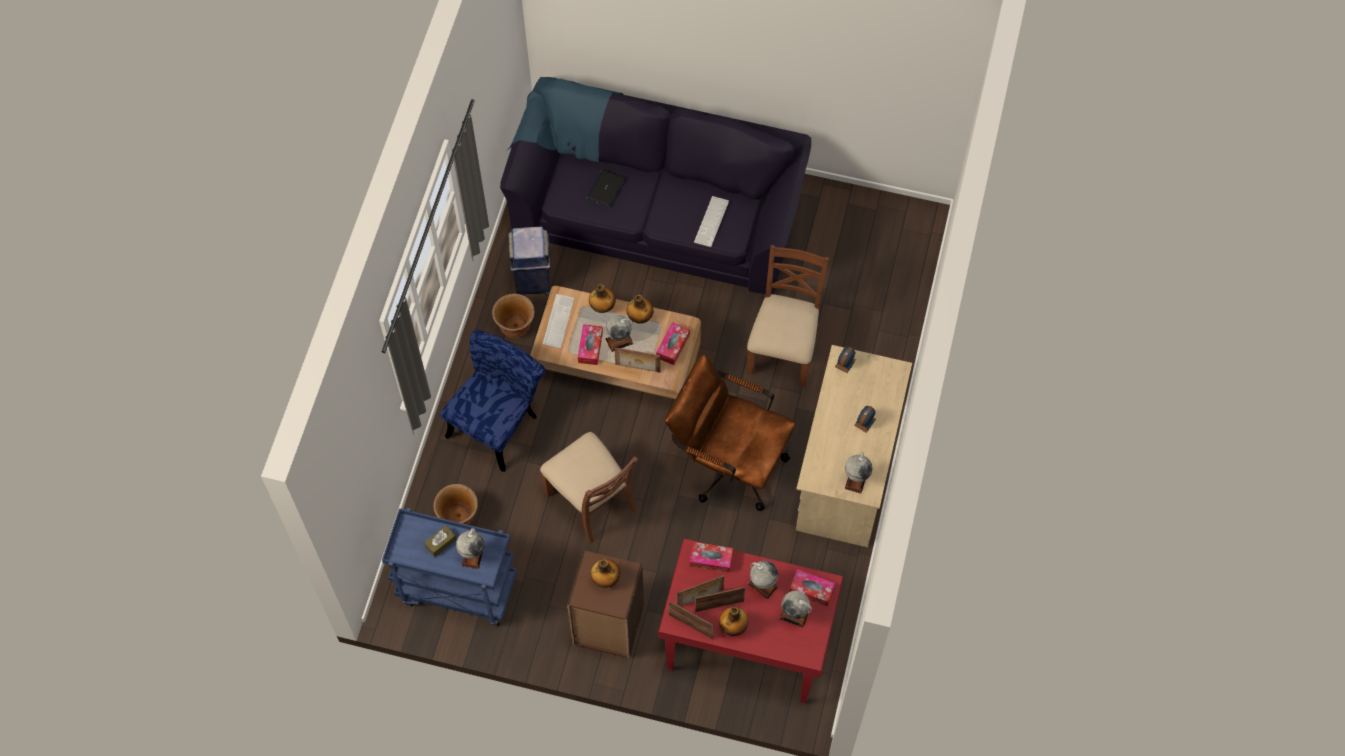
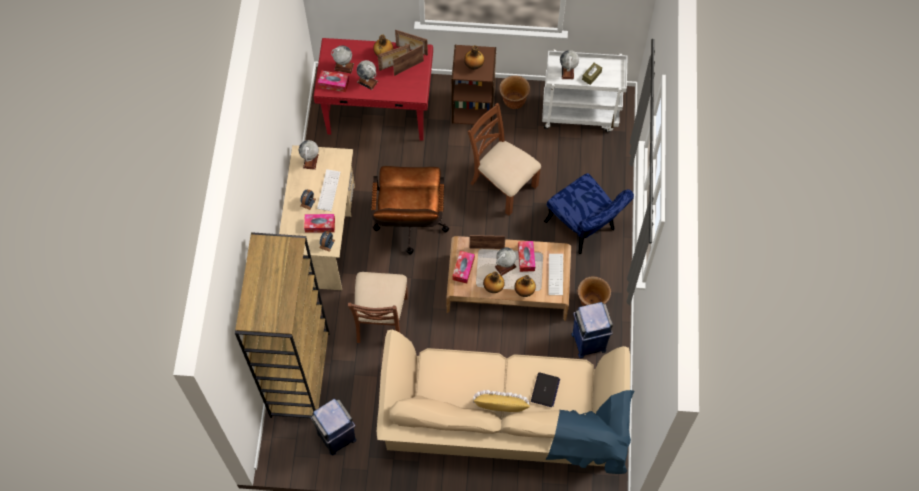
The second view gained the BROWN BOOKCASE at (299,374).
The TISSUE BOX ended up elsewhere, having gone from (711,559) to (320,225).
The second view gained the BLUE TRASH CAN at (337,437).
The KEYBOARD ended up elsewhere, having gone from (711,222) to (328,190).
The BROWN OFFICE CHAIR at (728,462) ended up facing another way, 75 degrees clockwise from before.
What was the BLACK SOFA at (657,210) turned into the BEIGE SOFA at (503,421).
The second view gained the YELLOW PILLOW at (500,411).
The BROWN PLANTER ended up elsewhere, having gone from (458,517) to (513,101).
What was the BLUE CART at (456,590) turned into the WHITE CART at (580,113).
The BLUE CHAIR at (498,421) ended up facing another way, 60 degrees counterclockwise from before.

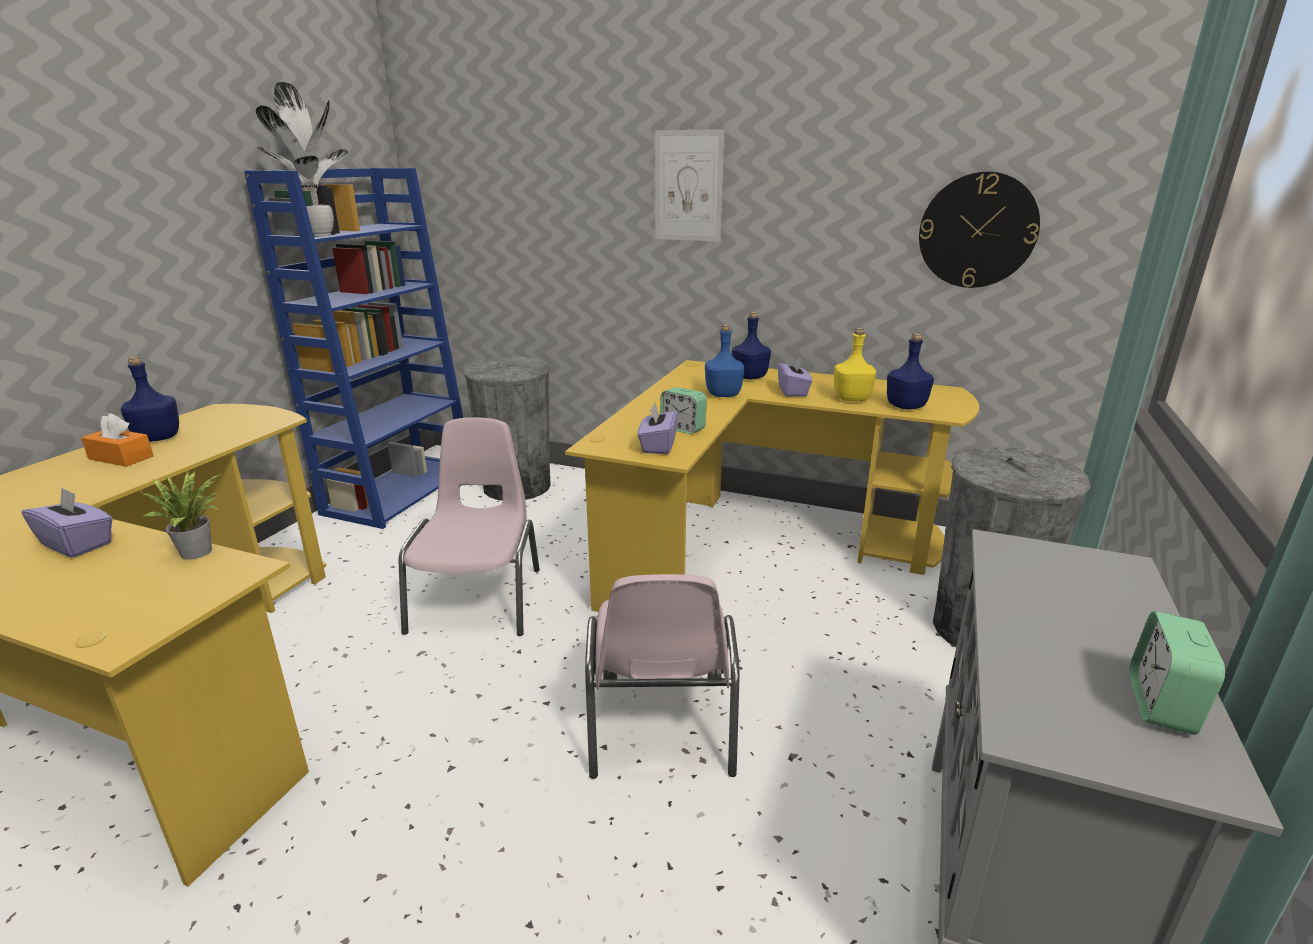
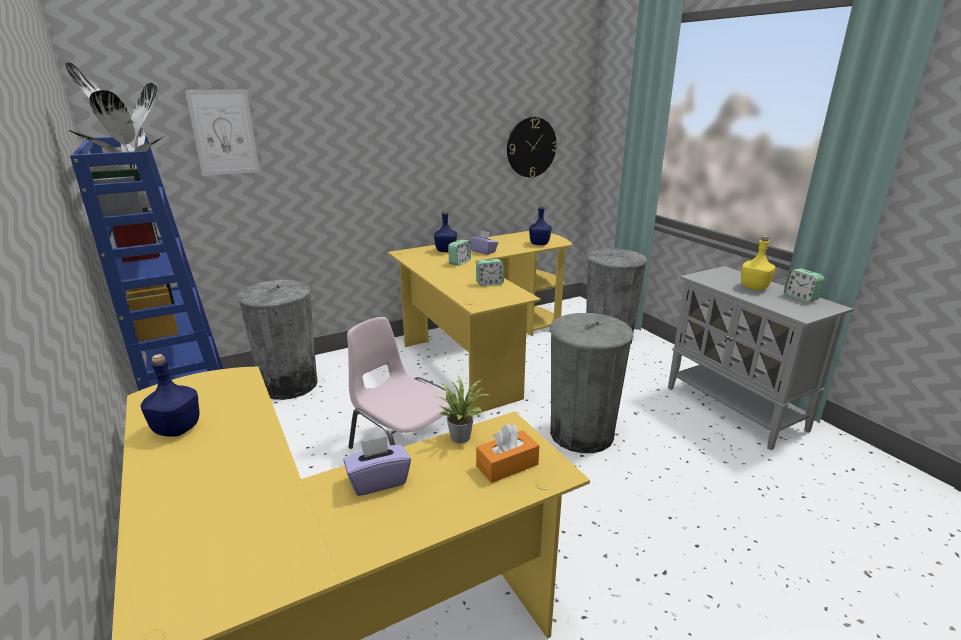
The PICTURE ended up elsewhere, having gone from (688,186) to (224,133).
Where the BLUE BOTTLE stood at (724,394), the ALARM CLOCK came to stand at (459,262).
The ORANGE TISSUE BOX ended up elsewhere, having gone from (121,457) to (507,465).
Where the PINK CHAIR stood at (660,722), the GREY TRASH CAN came to stand at (581,433).
The YELLOW BOTTLE ended up elsewhere, having gone from (852,398) to (754,287).
The second view lost the PURPLE TISSUE BOX at (658,446).

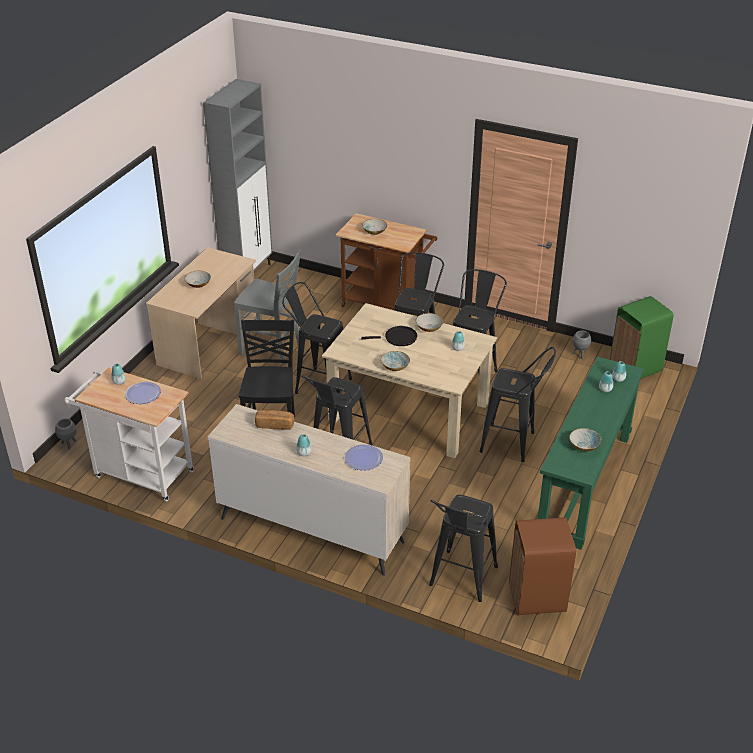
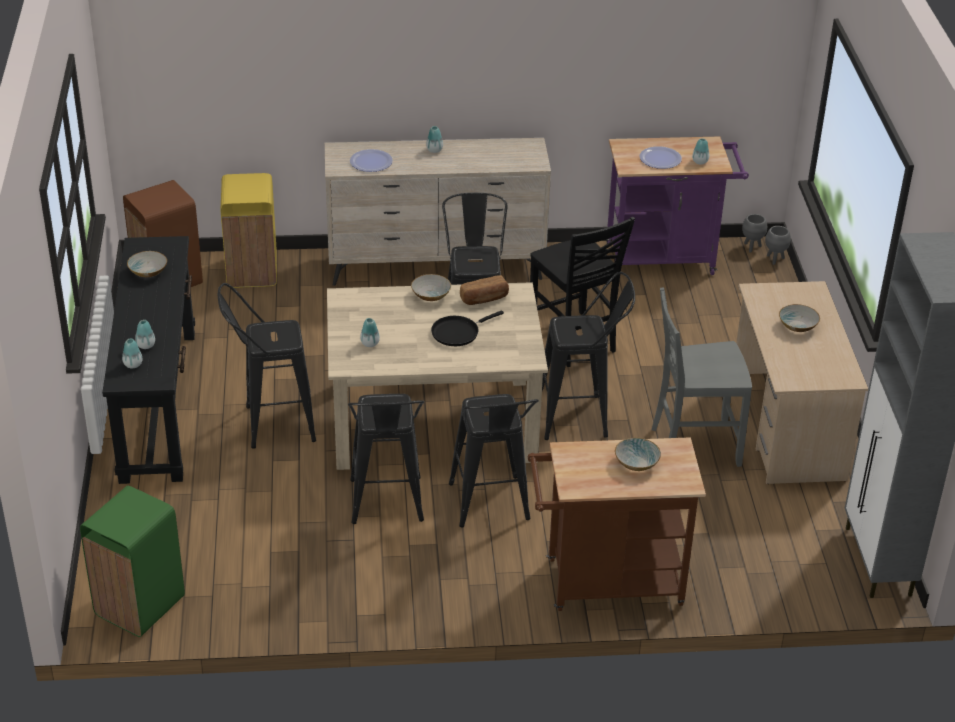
What was the GREEN CONSOLE TABLE at (584,484) turned into the BLACK CONSOLE TABLE at (159,404).
Where the BLACK STOOL stood at (460,581), the YELLOW TRASH CAN came to stand at (253,271).
The BREAD ended up elsewhere, having gone from (275,424) to (484,299).
What was the WHITE CART at (139,473) turned into the PURPLE CART at (667,259).
The GREY PLANTER ended up elsewhere, having gone from (579,355) to (752,247).
The second view lost the BOWL at (428,328).

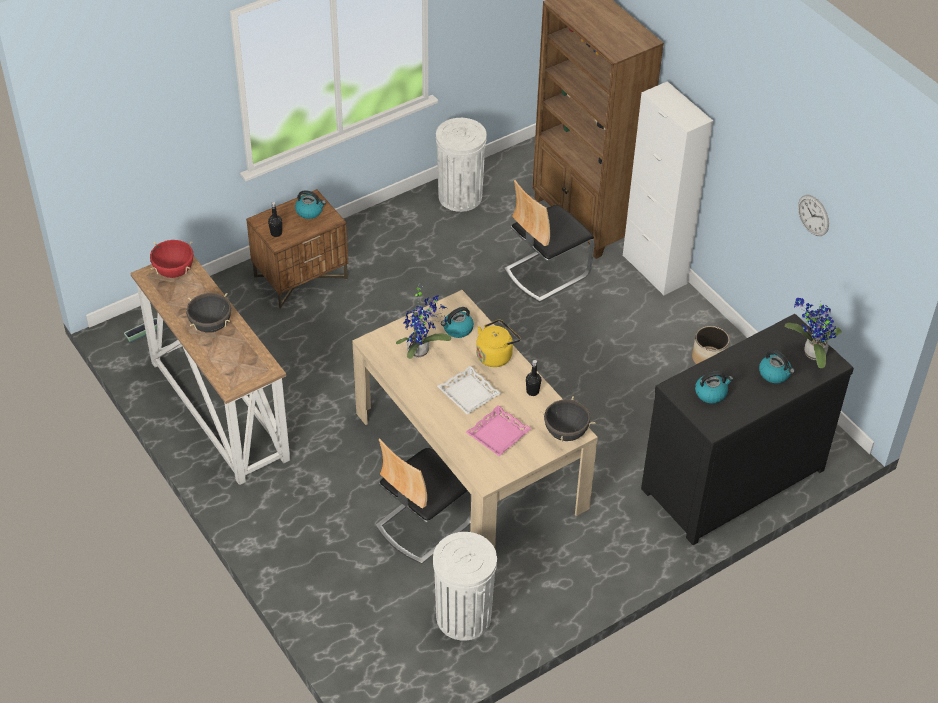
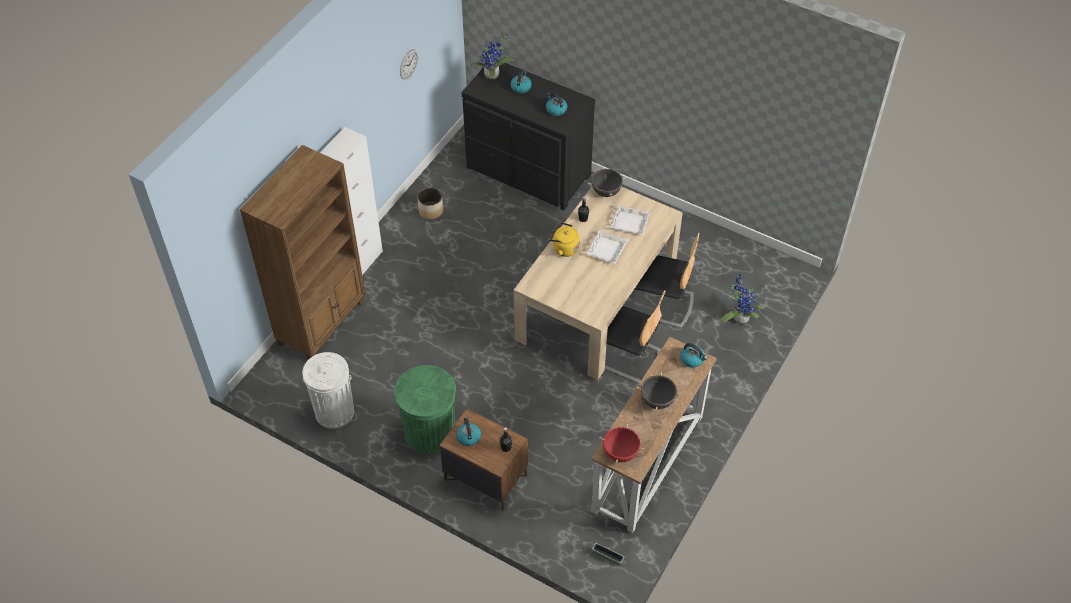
The second view gained the GREEN TRASH CAN at (429,432).
The CHAIR ended up elsewhere, having gone from (546,272) to (627,357).
What was the PINK TRAY at (498,434) turned into the WHITE TRAY at (629,223).
The KETTLE ended up elsewhere, having gone from (457,329) to (692,359).
The POTTED PLANT ended up elsewhere, having gone from (421,350) to (739,317).
The second view lost the WHITE TRASH CAN at (463,617).

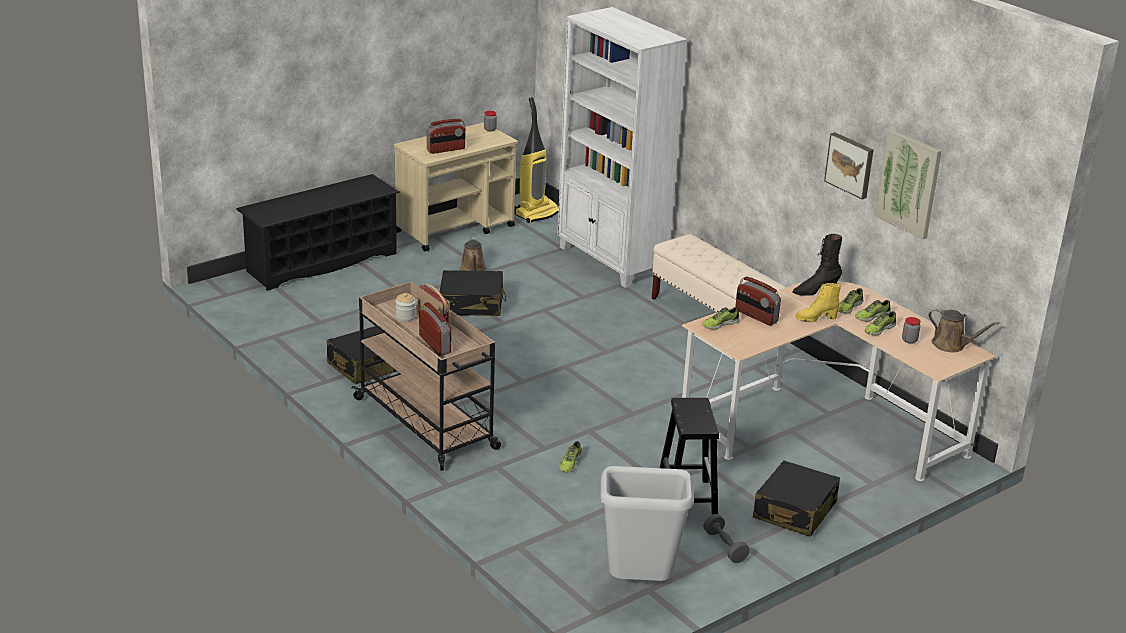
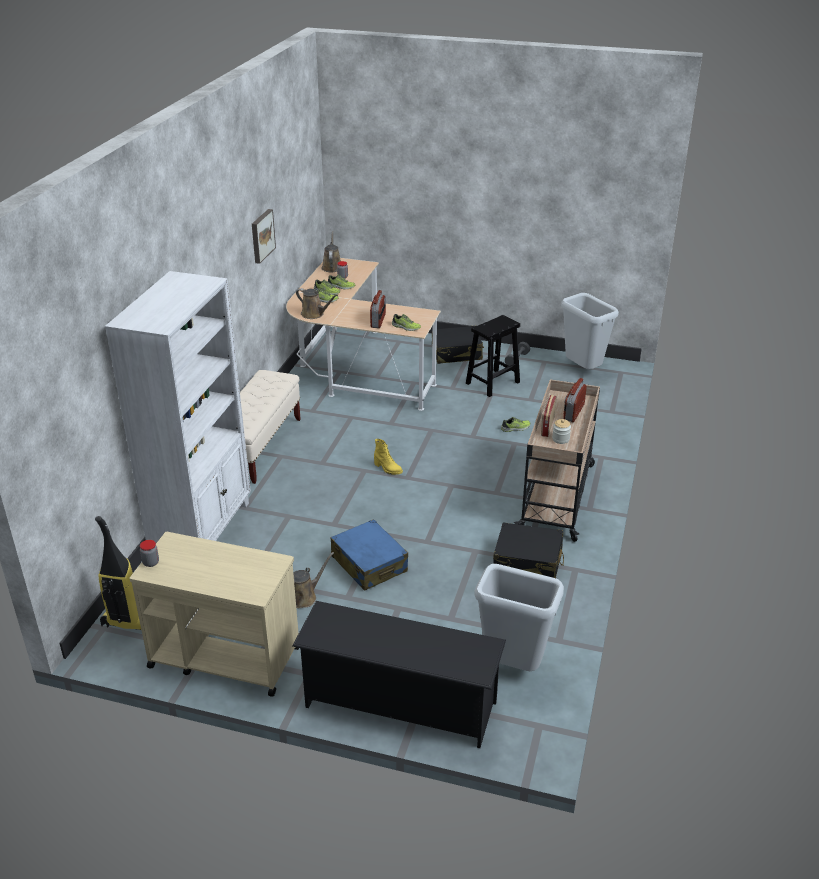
Where the BLACK BOOT stood at (815,290), the BROWN WATERING CAN came to stand at (314,314).
What was the BLACK SUITCASE at (471,304) turned into the BLUE SUITCASE at (369,564).
The YELLOW BOOT ended up elsewhere, having gone from (815,318) to (387,469).
The second view gained the GREY TRASH CAN at (512,668).
The second view lost the RADIO at (446,150).
The second view lost the PICTURE at (909,183).

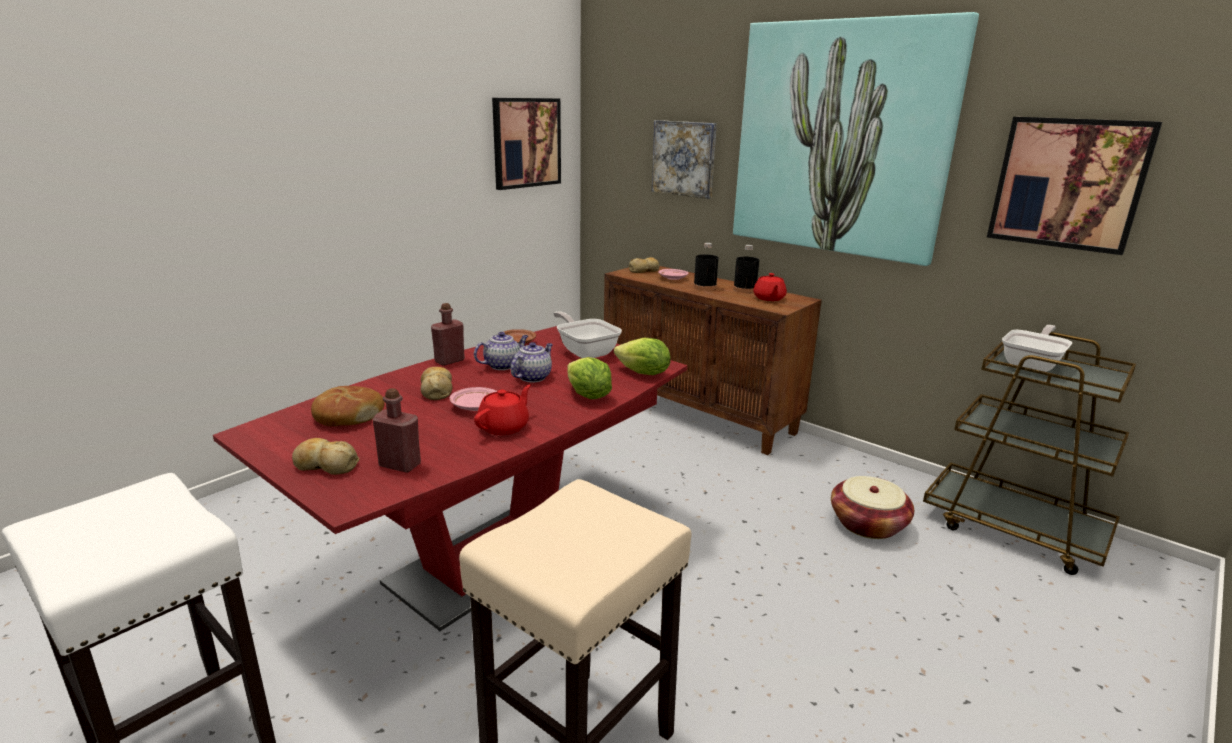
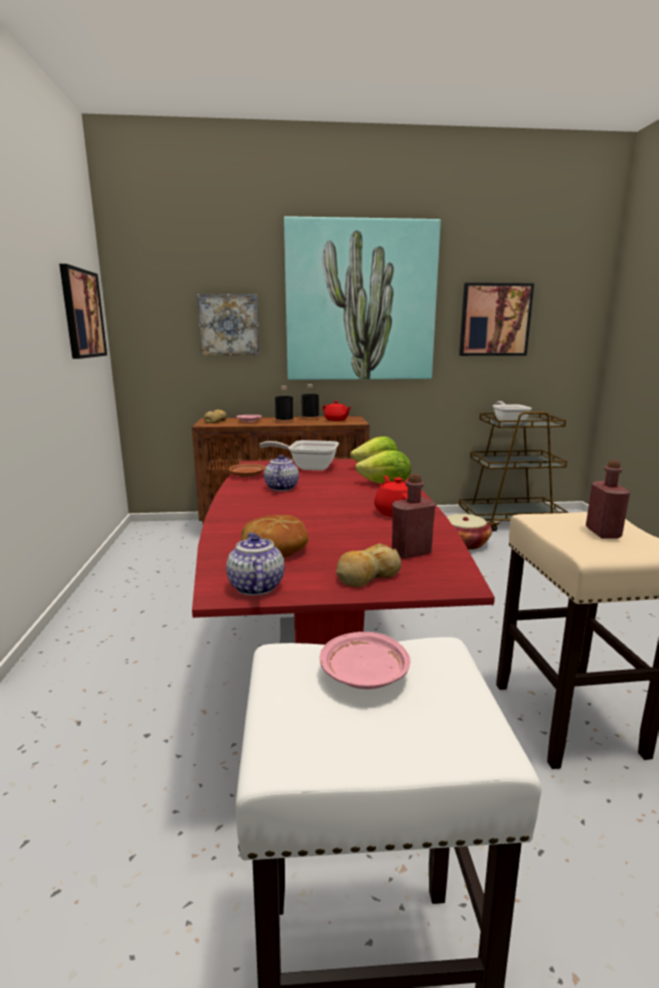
The TEAPOT ended up elsewhere, having gone from (533,377) to (255,586).
The PINK PLATE ended up elsewhere, having gone from (475,406) to (364,674).
The RED BOTTLE ended up elsewhere, having gone from (449,361) to (603,533).
The second view lost the BREAD at (436,390).

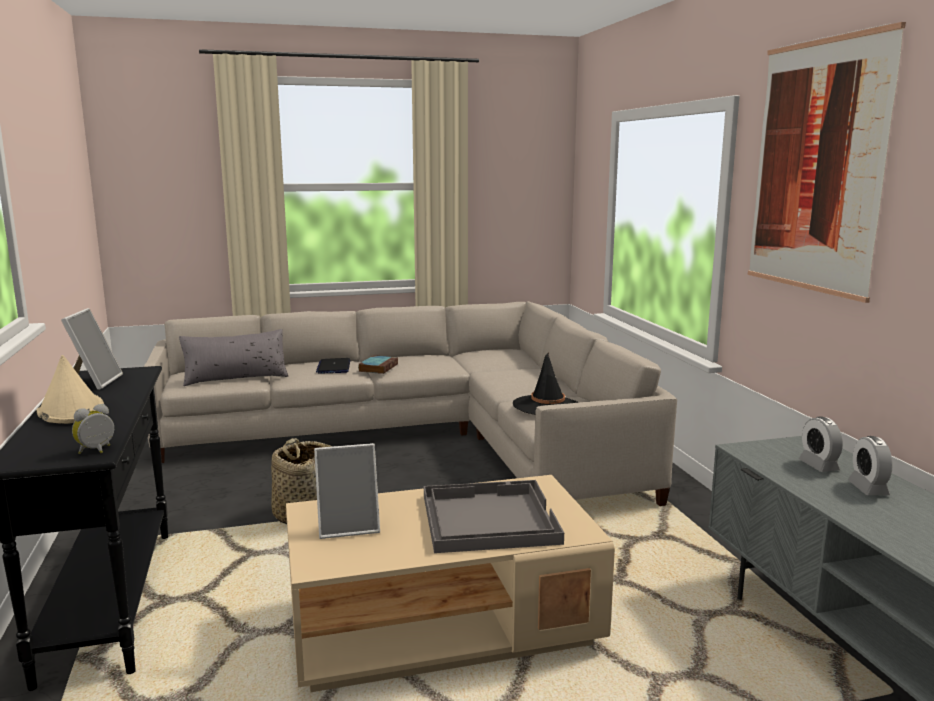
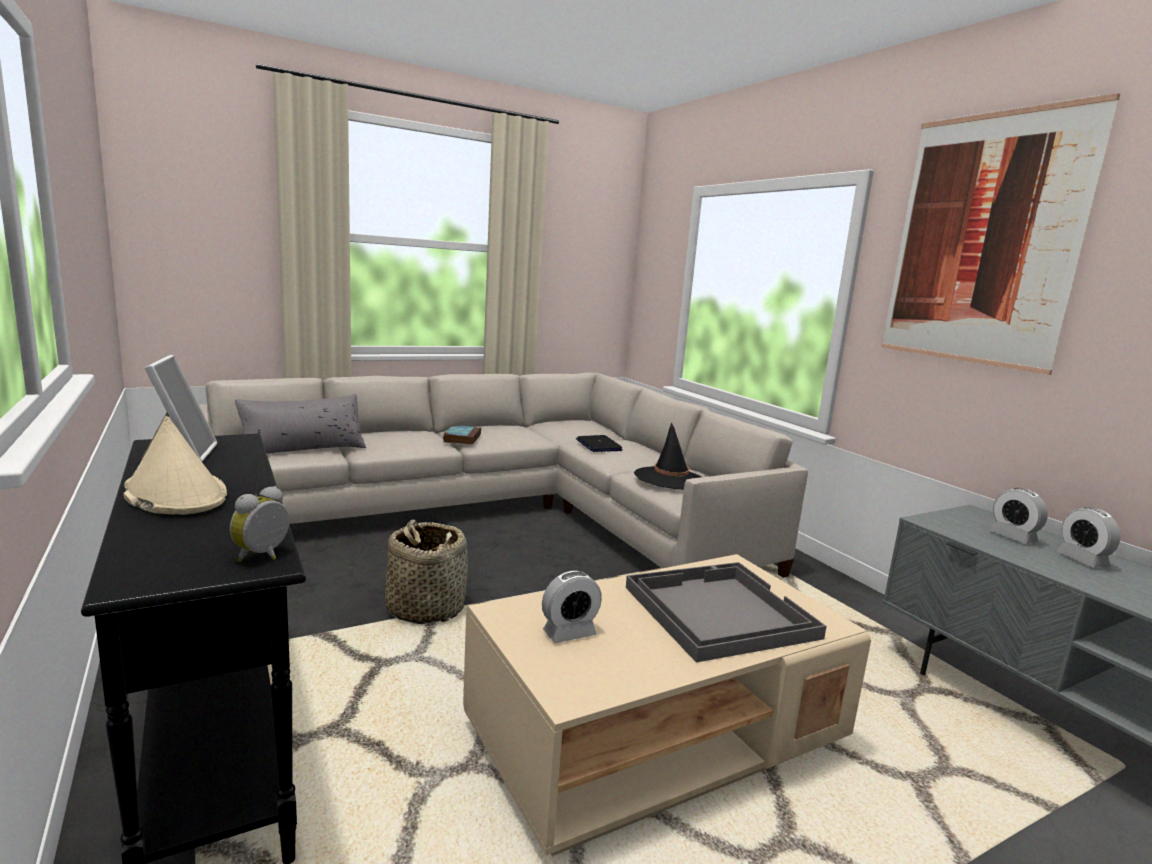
Where the PICTURE FRAME stood at (349,526), the ALARM CLOCK came to stand at (569,633).
The LAPTOP ended up elsewhere, having gone from (333,367) to (598,445).

